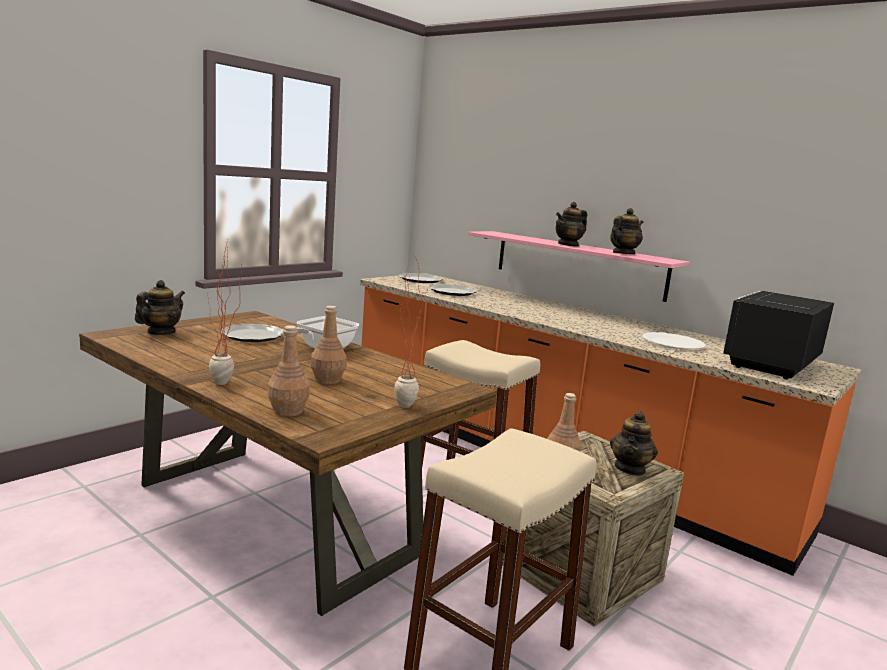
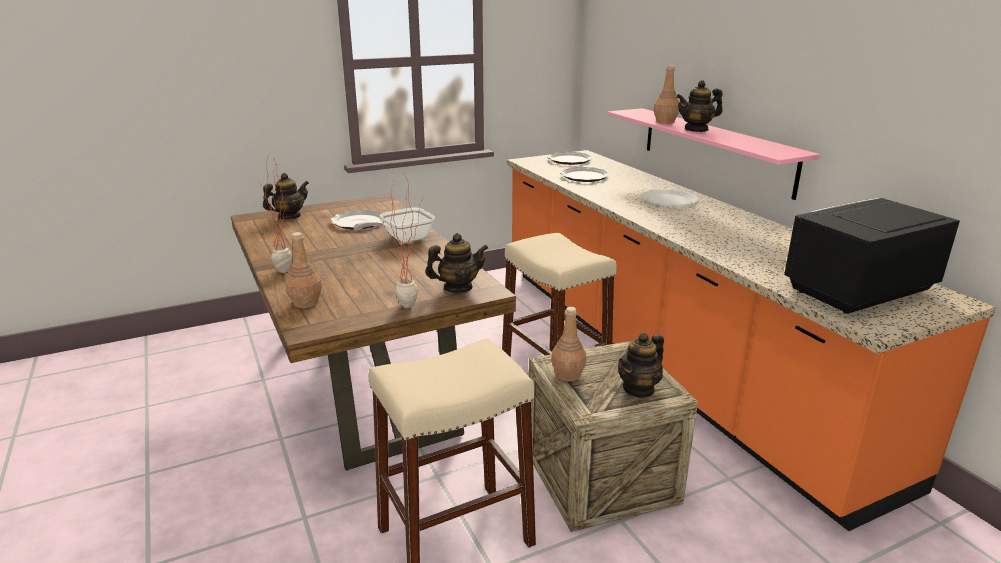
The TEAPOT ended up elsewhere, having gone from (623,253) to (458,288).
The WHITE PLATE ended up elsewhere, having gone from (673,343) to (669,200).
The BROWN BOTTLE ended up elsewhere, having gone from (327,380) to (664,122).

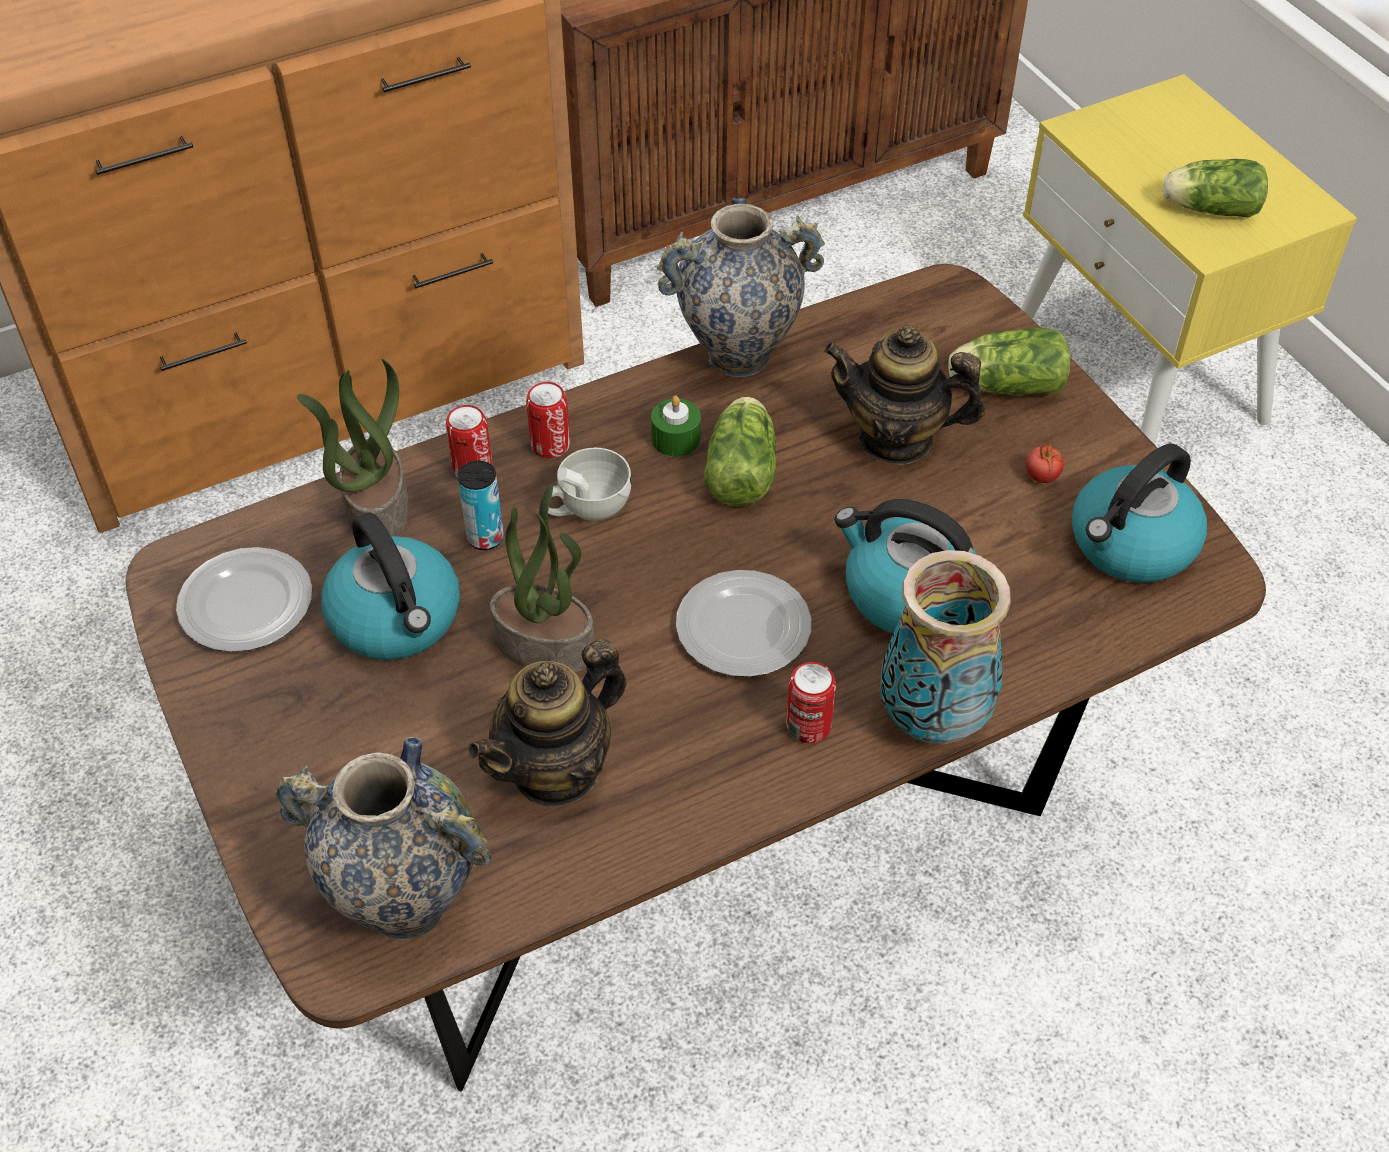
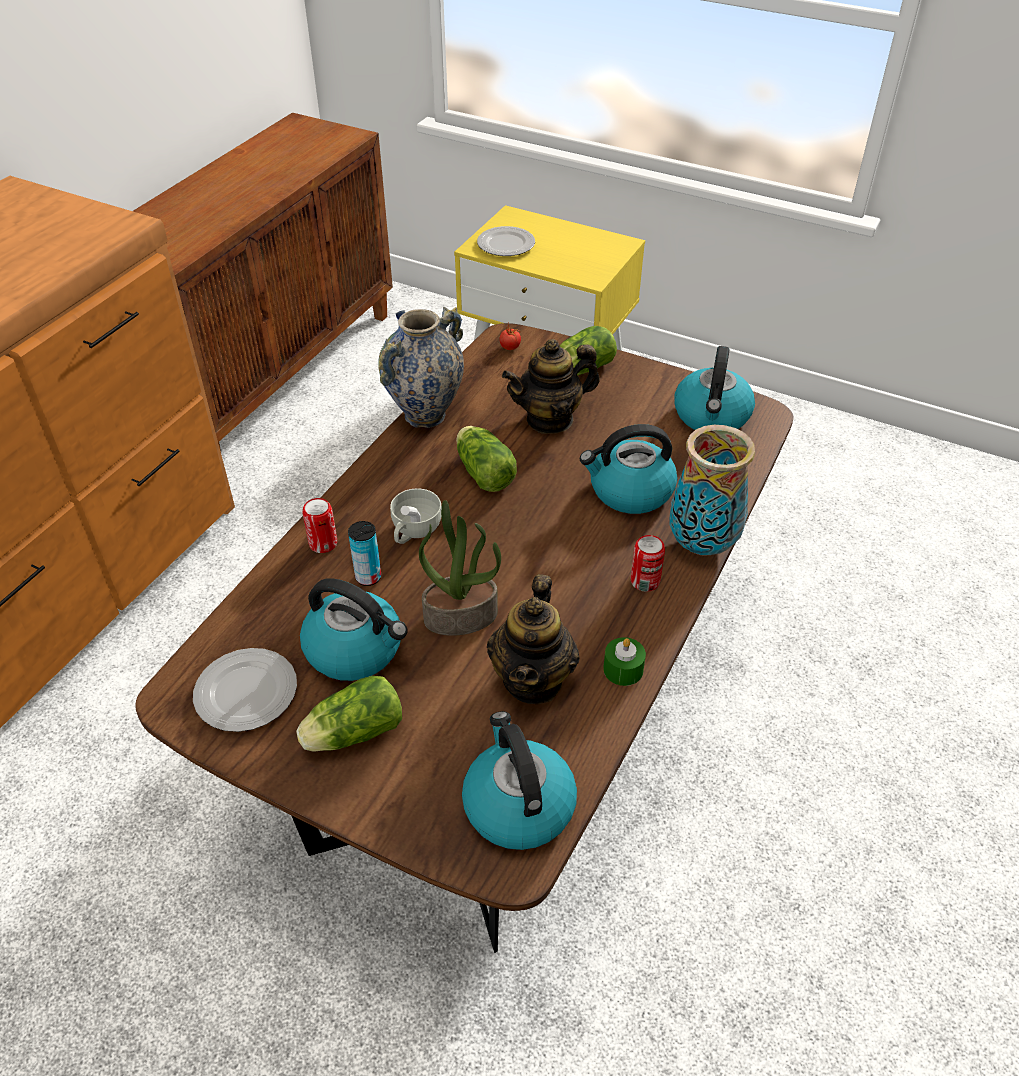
The LETTUCE ended up elsewhere, having gone from (1208,209) to (351,733).
Where the VASE stood at (406,904), the KETTLE came to stand at (517,804).
The PLATE ended up elsewhere, having gone from (742,629) to (505,245).
The TOMATO ended up elsewhere, having gone from (1041,476) to (510,347).
The GREEN CANDLE ended up elsewhere, having gone from (676,439) to (623,669).
The second view lost the POTTED PLANT at (376,507).
The second view lost the CAN at (550,445).

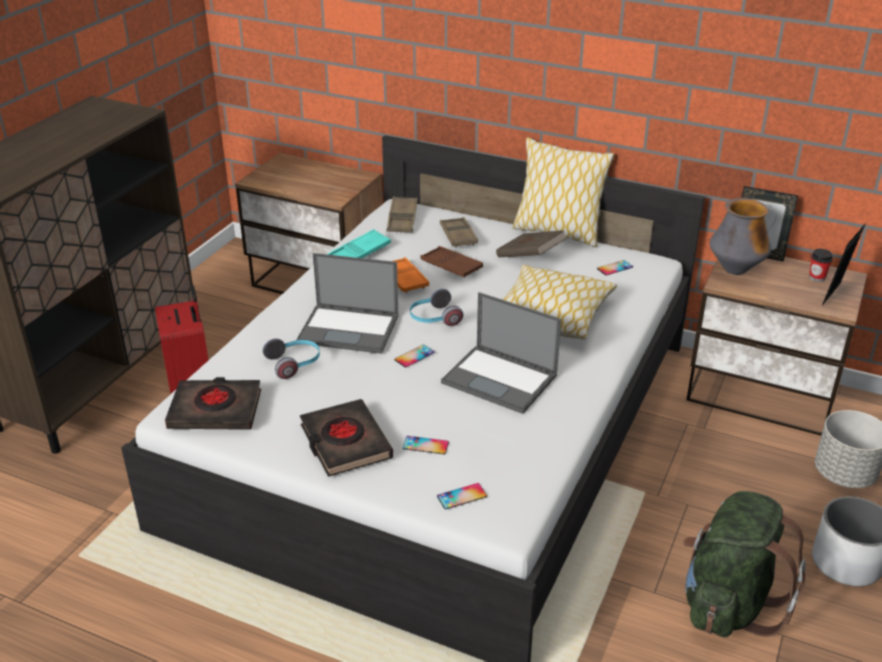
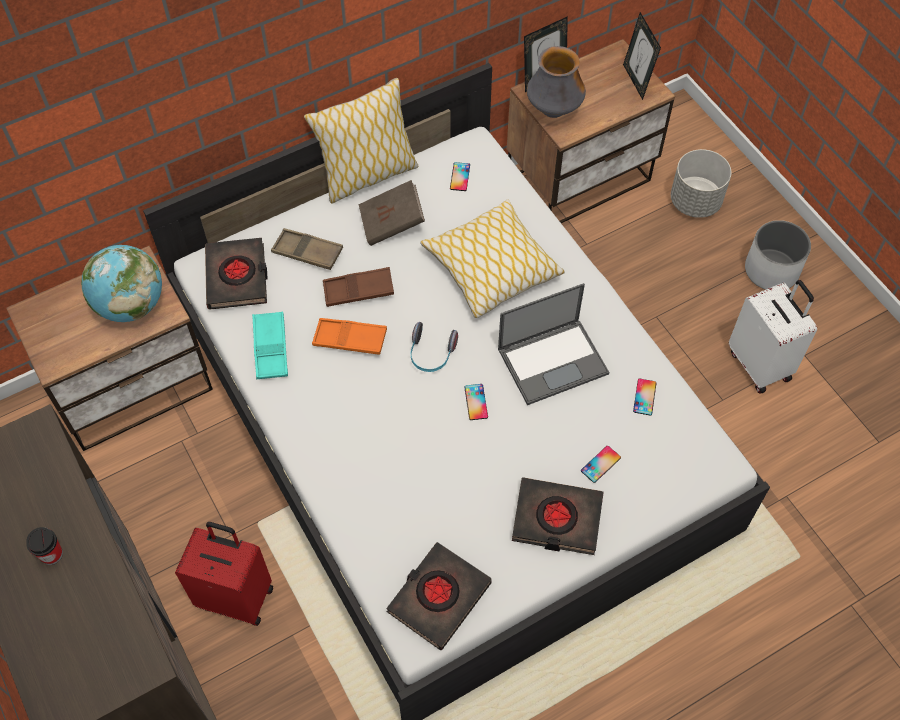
The CUP ended up elsewhere, having gone from (817,277) to (51,554).
The second view gained the GLOBE at (131,305).
Where the BROWN TRAY stood at (402,219), the BLACK BOOK came to stand at (237,277).
The PHONE ended up elsewhere, having gone from (461,496) to (644,397).
Where the GREEN BACKPACK stood at (728,604), the WHITE SUITCASE came to stand at (760,364).
The second view lost the HEADPHONES at (294,364).
The second view lost the LAPTOP at (350,329).

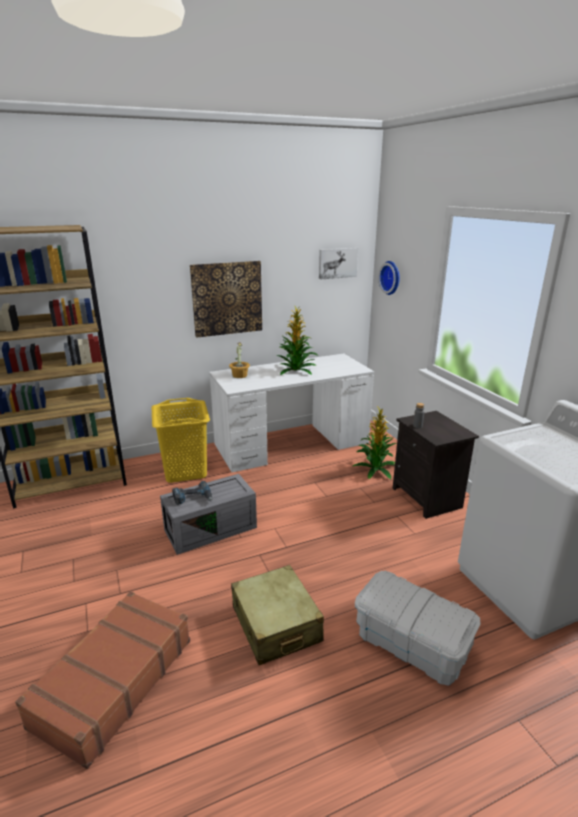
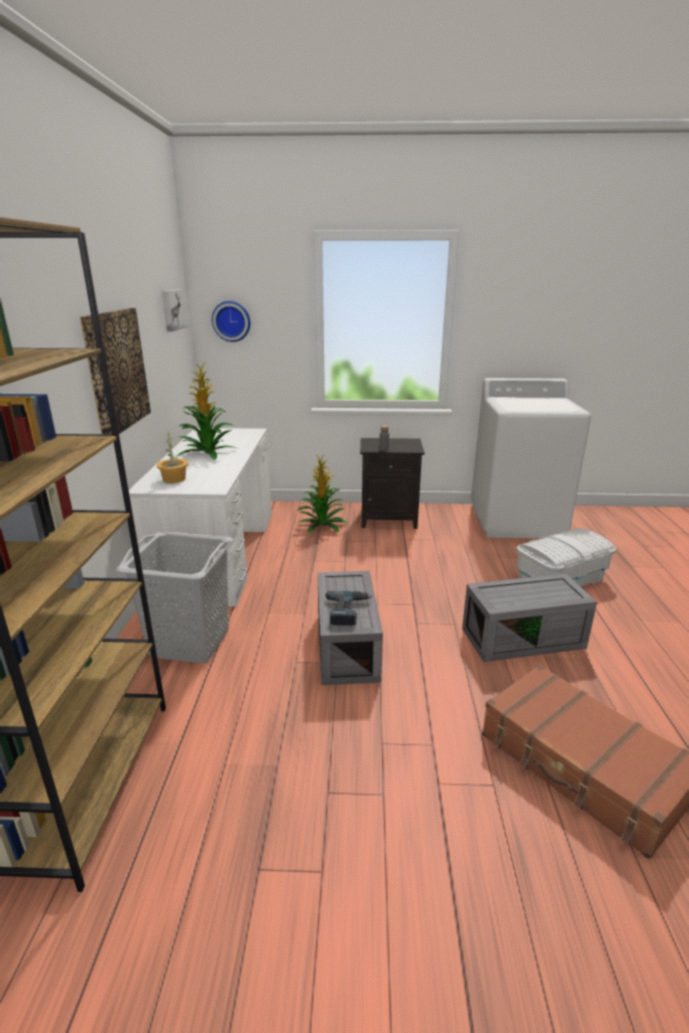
What was the YELLOW LAUNDRY BASKET at (186,470) turned into the GREY LAUNDRY BASKET at (190,642).
Where the BEIGE SUITCASE stood at (276,624), the GREY STORAGE BOX came to stand at (523,637).

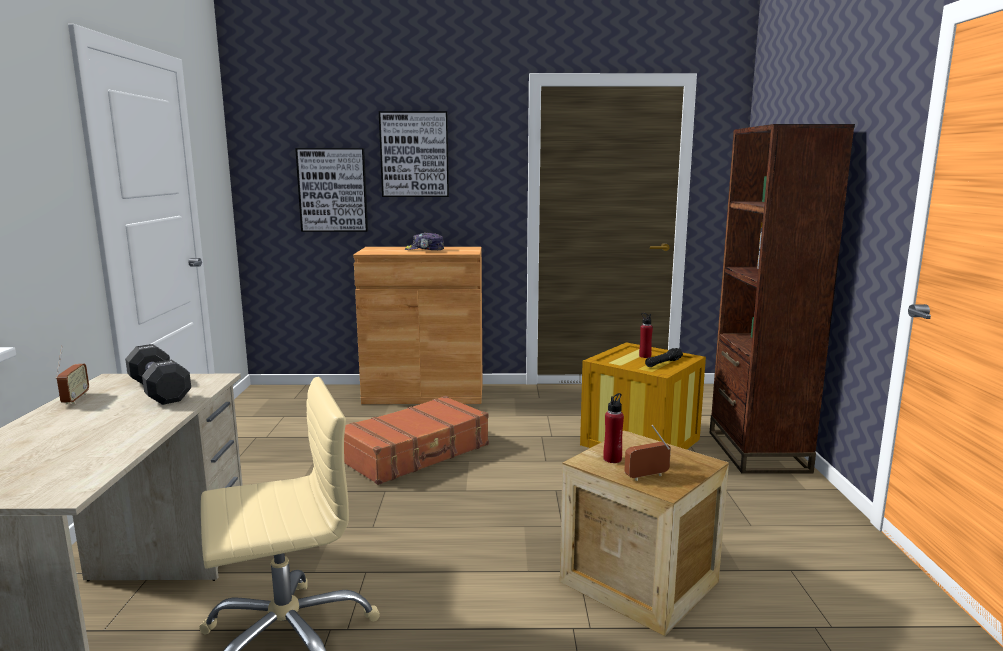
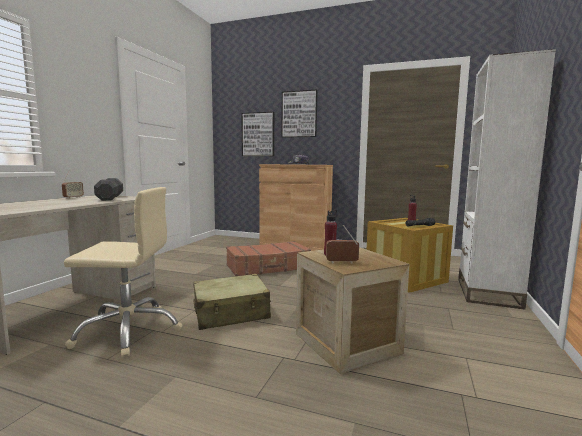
The second view gained the BEIGE SUITCASE at (231,313).
What was the BROWN BOOKCASE at (757,451) turned into the WHITE BOOKCASE at (487,293).

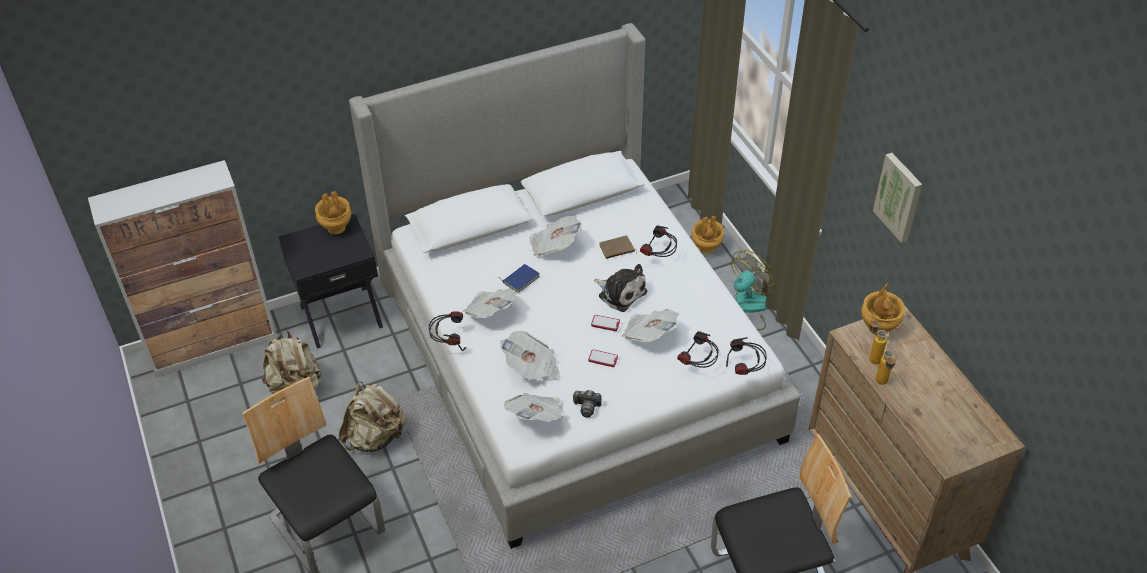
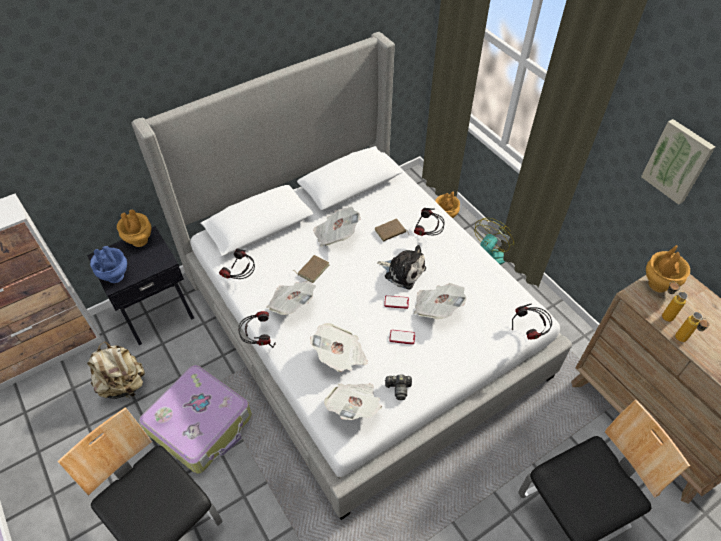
The second view gained the BLUE VASE at (115,277).
Where the BEIGE BACKPACK stood at (375,437), the SUITCASE came to stand at (201,424).
The HEADPHONES ended up elsewhere, having gone from (698,366) to (241,277).
What was the BLUE BOOK at (520,279) turned into the BROWN BOOK at (312,269).

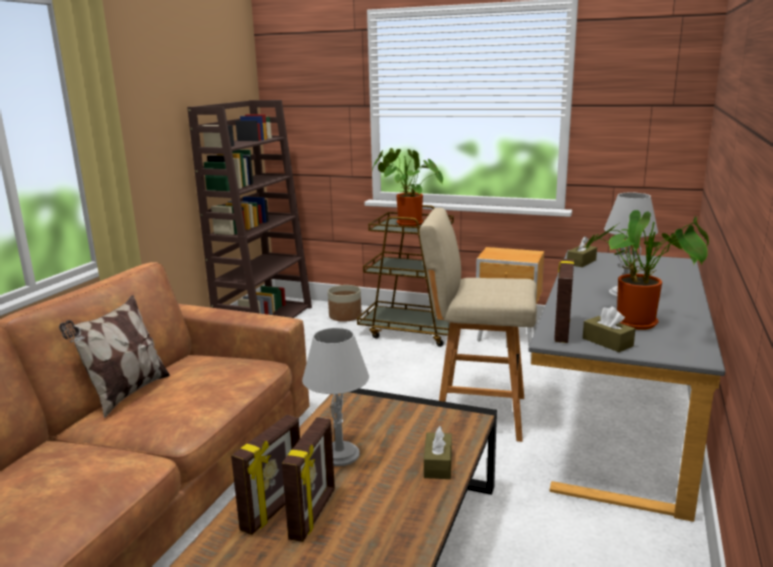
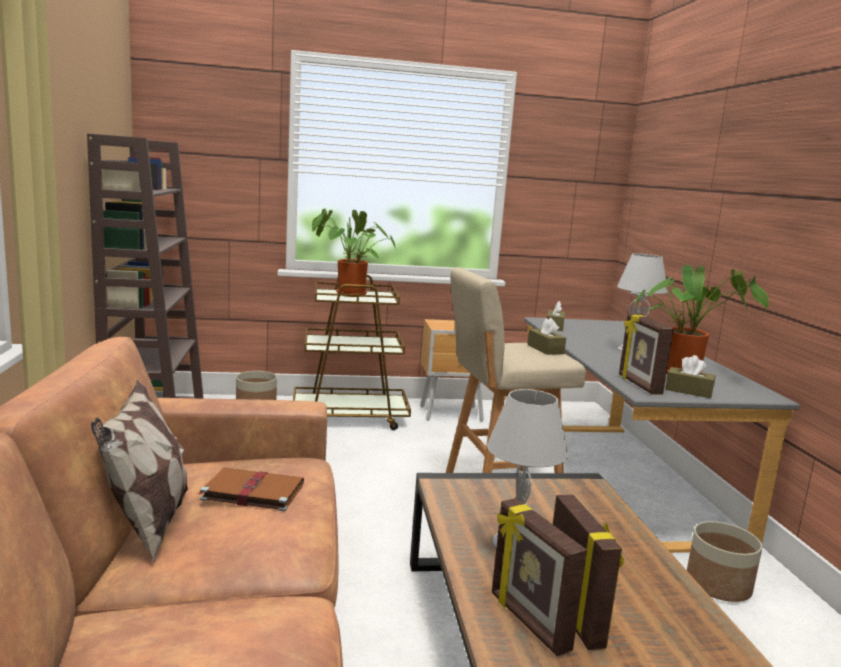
The second view gained the BROWN BOOK at (251,492).
The PICTURE FRAME at (274,509) ended up facing another way, 150 degrees clockwise from before.
The BROWN TISSUE BOX ended up elsewhere, having gone from (438,464) to (545,349).
The second view gained the PLANTER at (719,585).

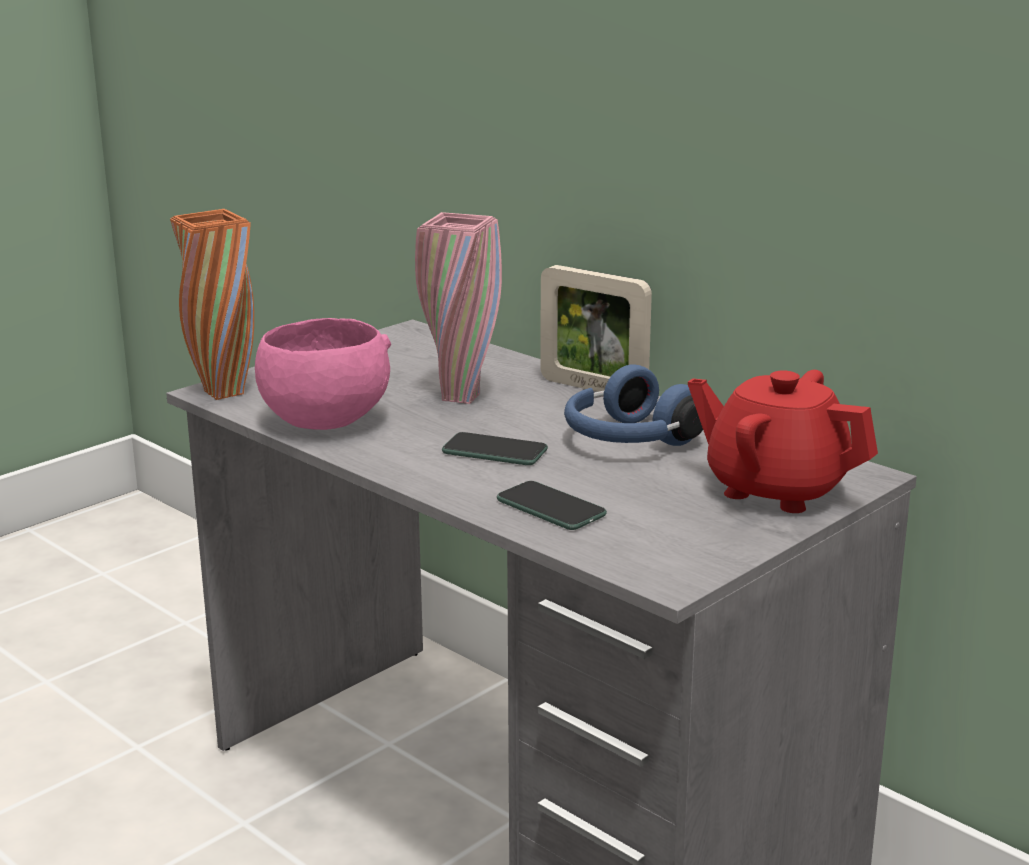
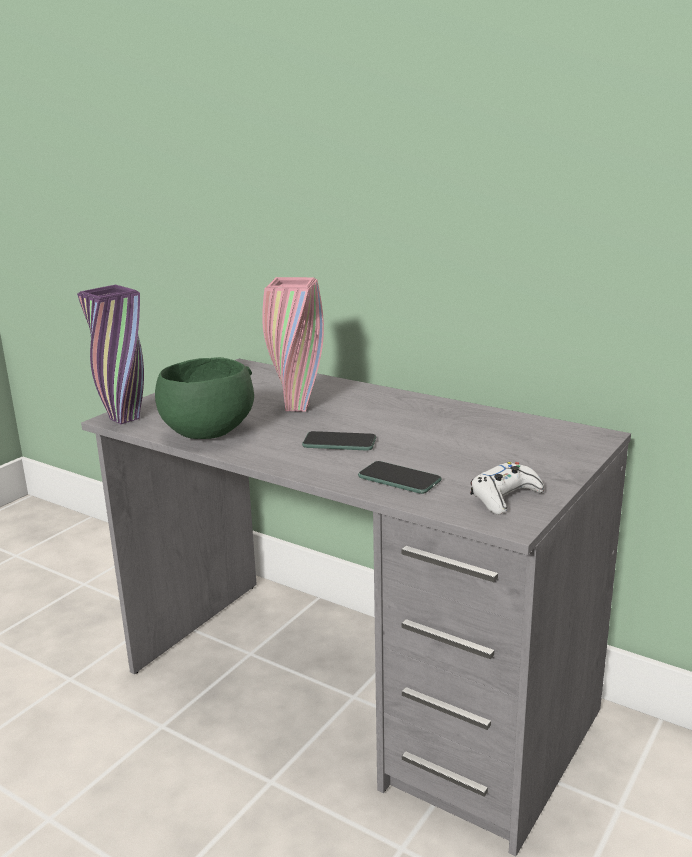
What was the ORANGE VASE at (224,392) turned into the PURPLE VASE at (124,418).
What was the PINK BOWL at (322,421) turned into the GREEN BOWL at (206,433).
The second view gained the WHITE GAME CONTROLLER at (505,497).
The second view lost the PICTURE FRAME at (593,388).
The second view lost the BLUE HEADPHONES at (627,440).
The second view lost the RED TEAPOT at (775,489).

